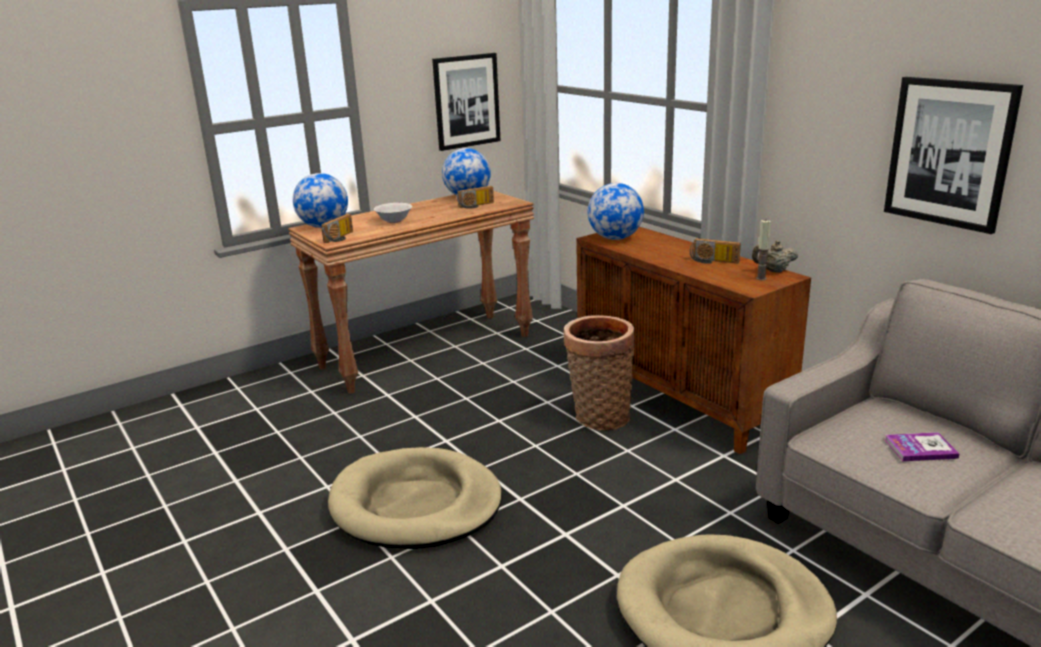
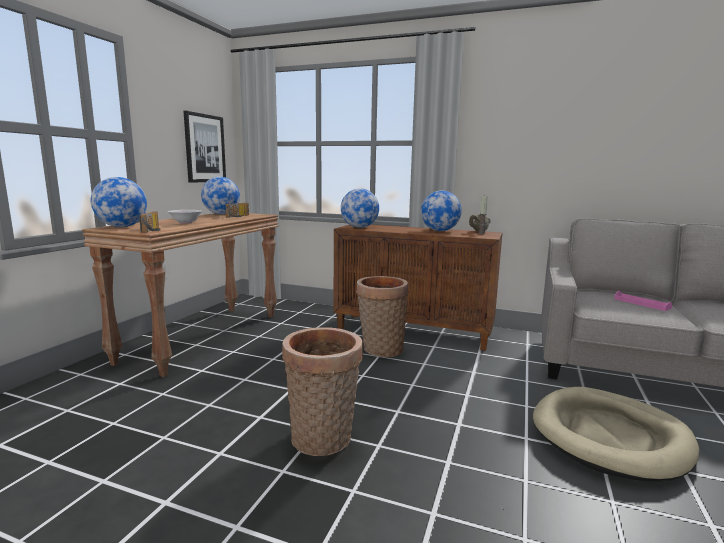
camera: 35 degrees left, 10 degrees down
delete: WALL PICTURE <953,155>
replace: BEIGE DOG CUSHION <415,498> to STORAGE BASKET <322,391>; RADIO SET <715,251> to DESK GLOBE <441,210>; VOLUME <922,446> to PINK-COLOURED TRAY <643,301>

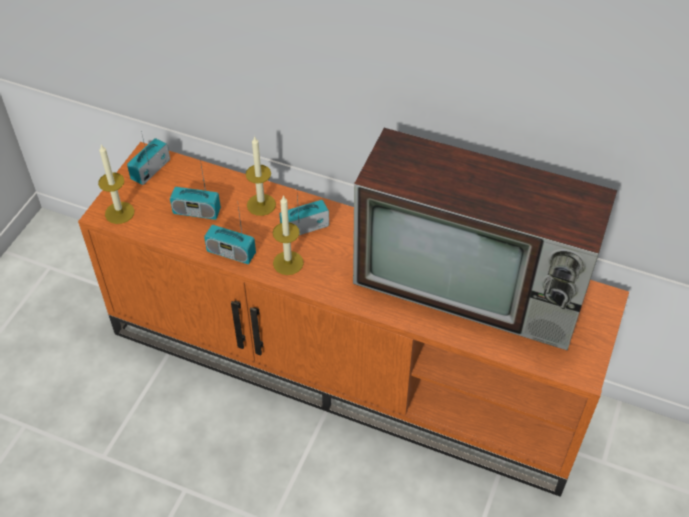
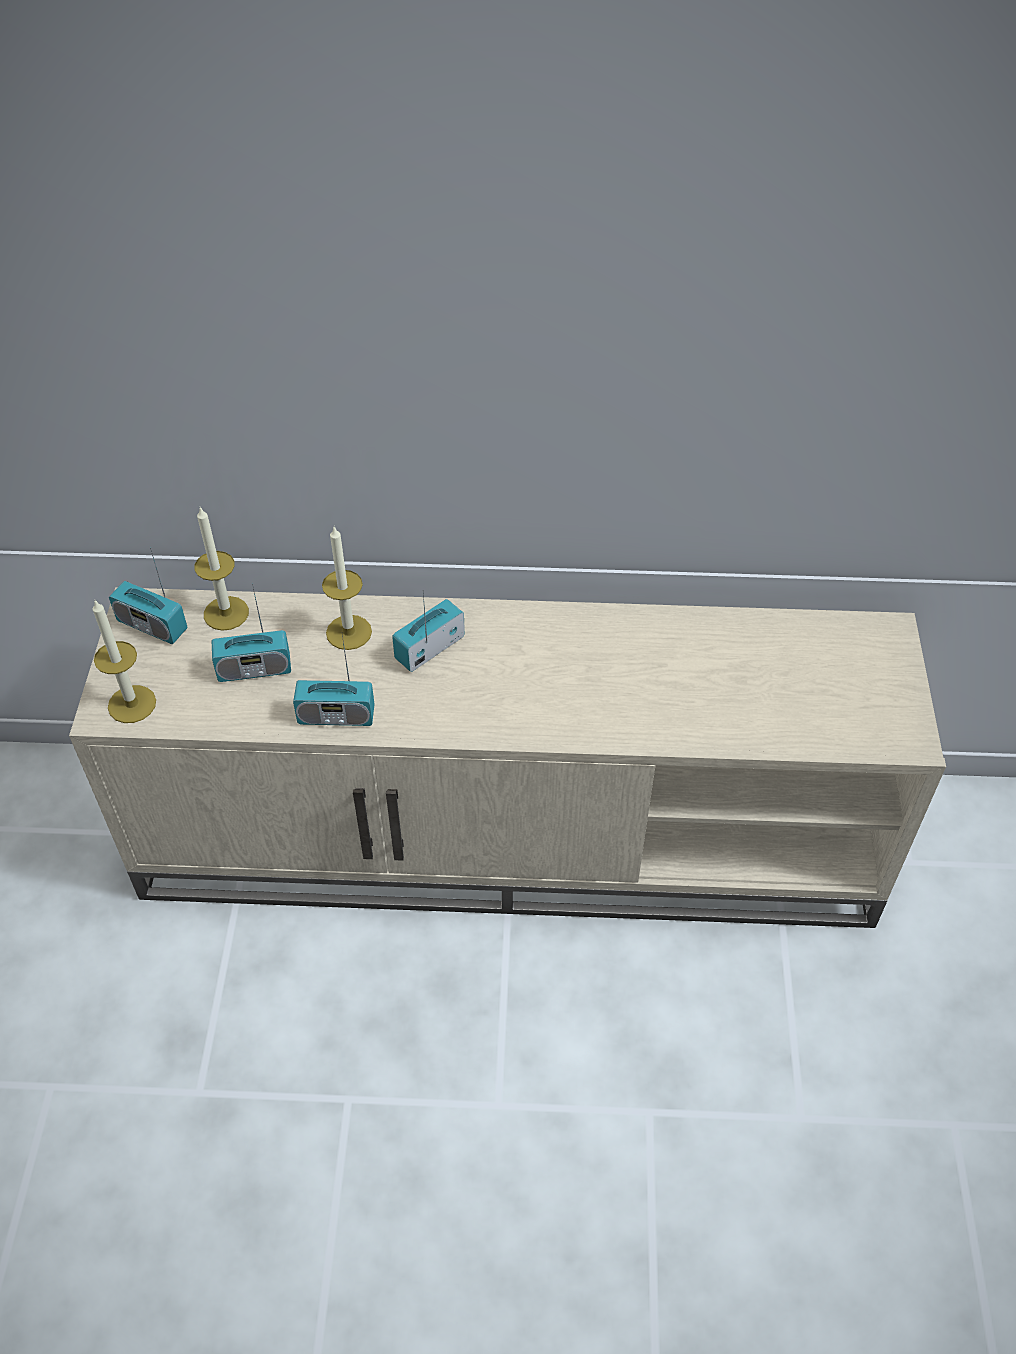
camera: 20 degrees left, 0 degrees up
delete: TV SET <485,239>
move: CANDLE <288,235> to <222,569>
recolor: ORANGEY TV UNIT <353,319> to BEIGE TV UNIT <507,757>
rotate: RADIO SET <148,158> = <148,595> 75 degrees counterclockwise

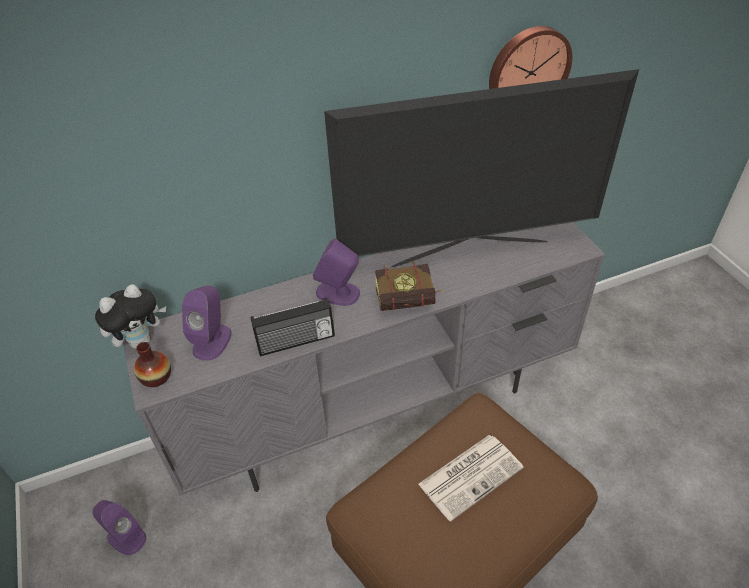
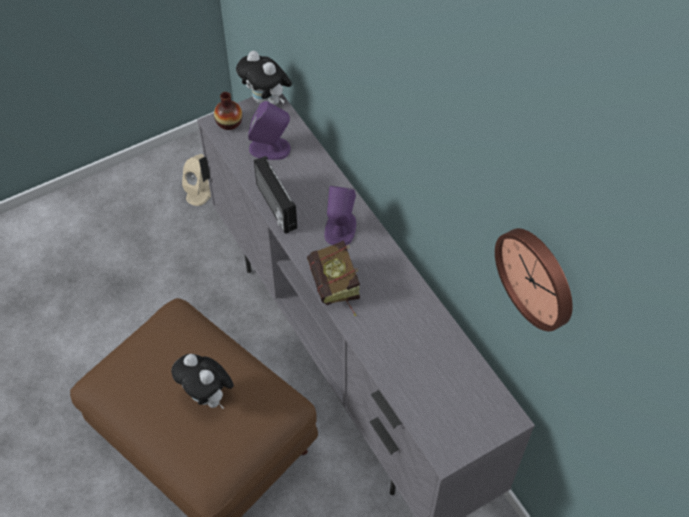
camera: 80 degrees right, 10 degrees up
delete: TV SET <481,168>
replace: NEWSPAPER <471,478> to SOFT TOY <202,381>
recolor: PURPLE-COLOURED AUDIO SPEAKER <119,527> to BEIGE AUDIO SPEAKER <196,180>

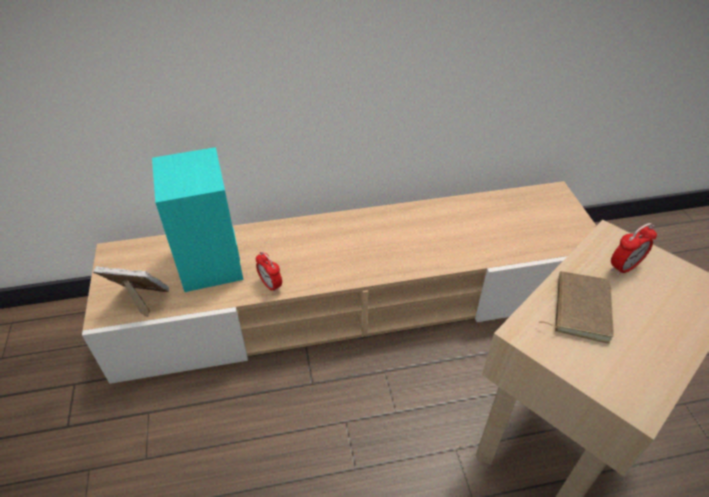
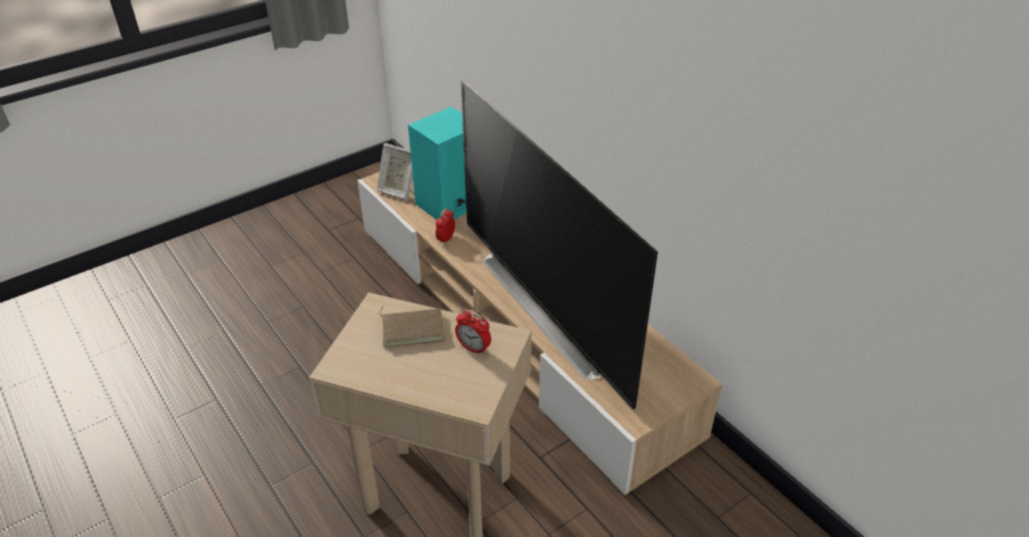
camera: 65 degrees right, 5 degrees down
insert: TV SET <559,244>
rotate: STANDING FRAME <131,291> = <395,171> 135 degrees clockwise

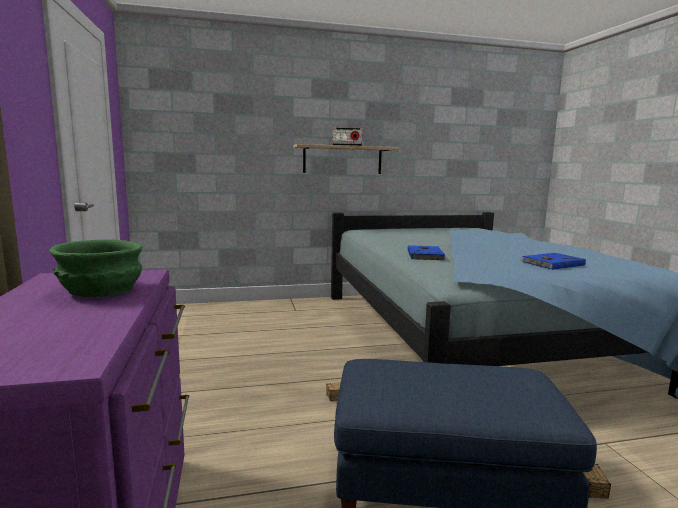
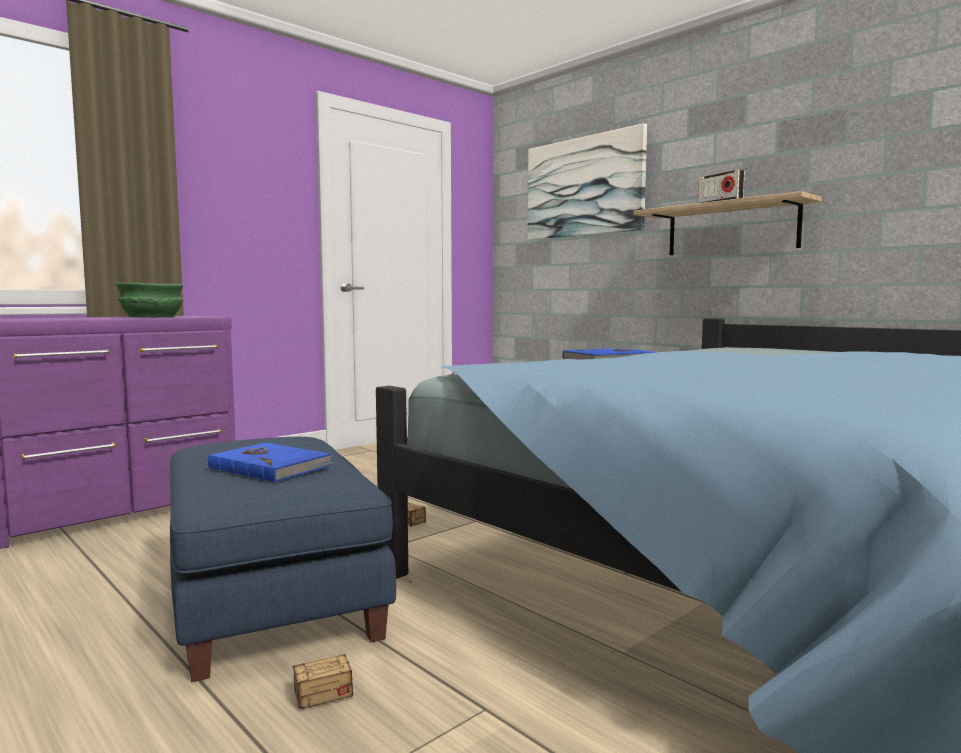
camera: 60 degrees right, 5 degrees down
insert: WALL PICTURE <587,181>
move: BLUISH VOLUME <553,261> to <270,462>

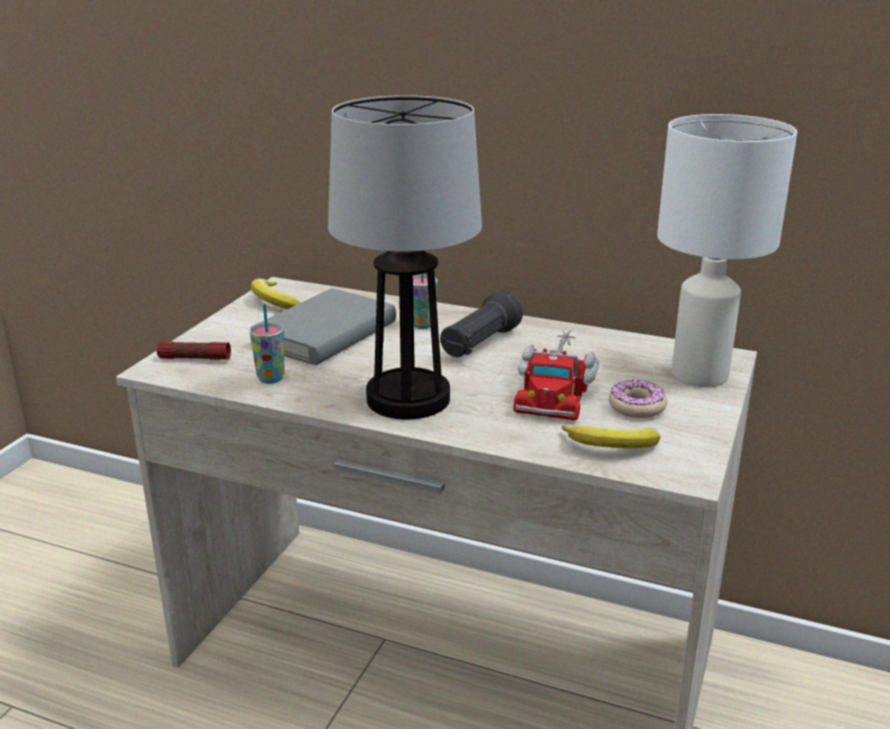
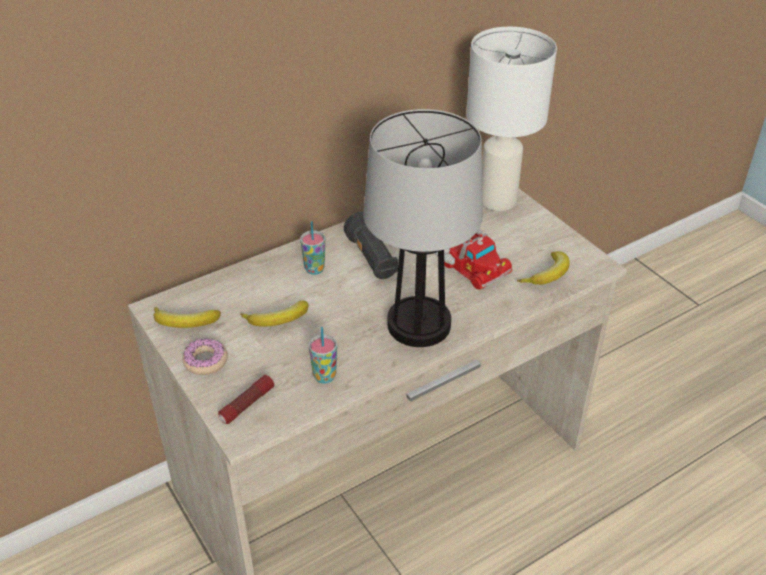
camera: 55 degrees left, 15 degrees up
move: RING DOUGHNUT <638,399> to <205,356>
replace: GREY VOLUME <323,326> to WHOLE BANANA <274,313>

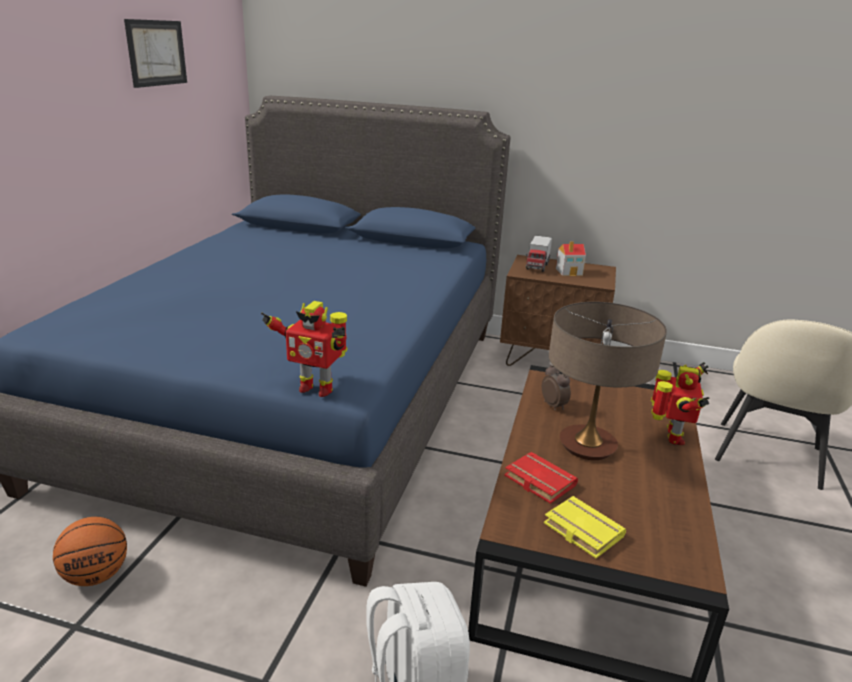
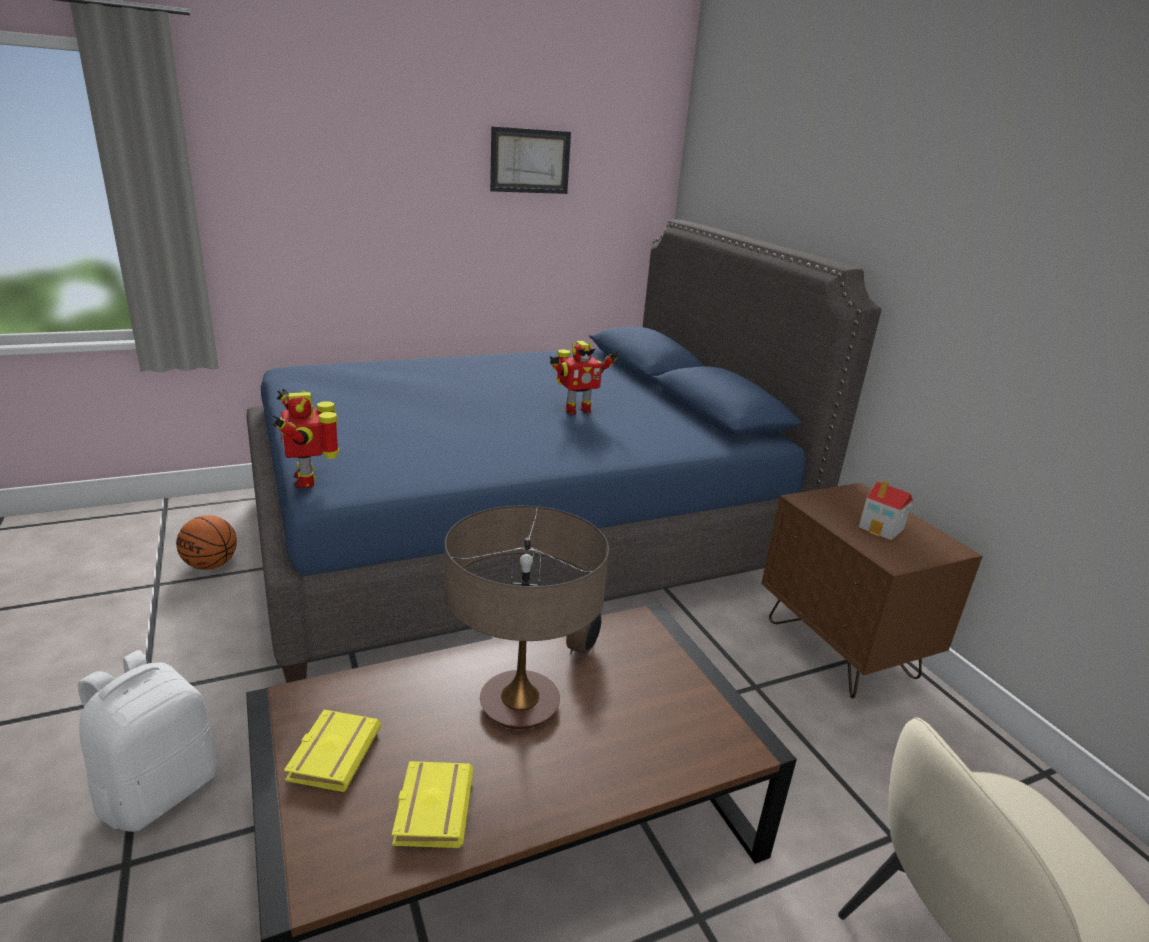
camera: 50 degrees right, 0 degrees up
delete: RED VOLUME <541,478>; TOY LORRY <539,253>
insert: YELLOW VOLUME <433,804>
move: ROBOT FIGURE <680,403> to <584,378>

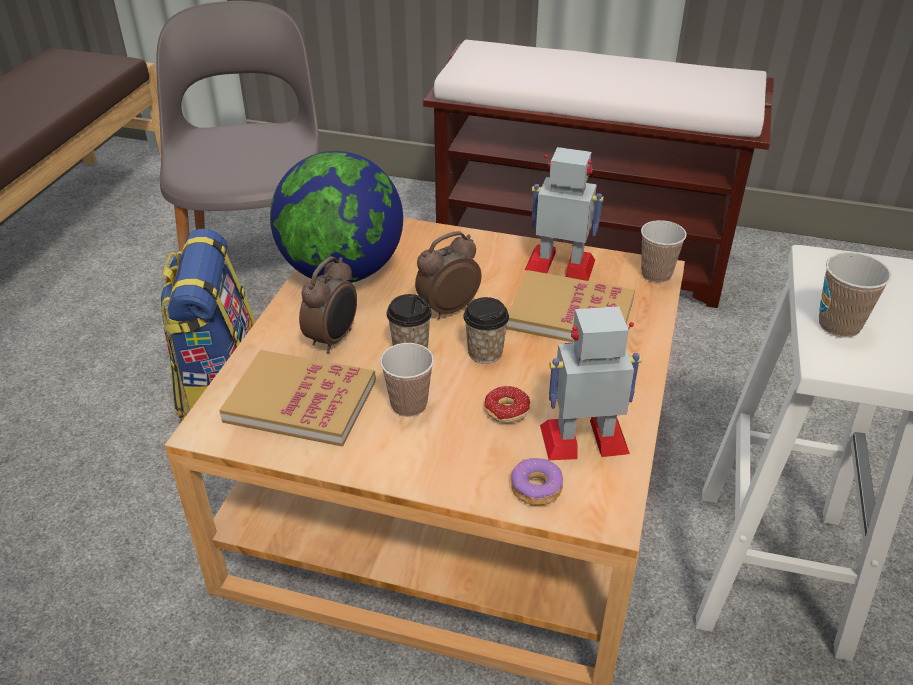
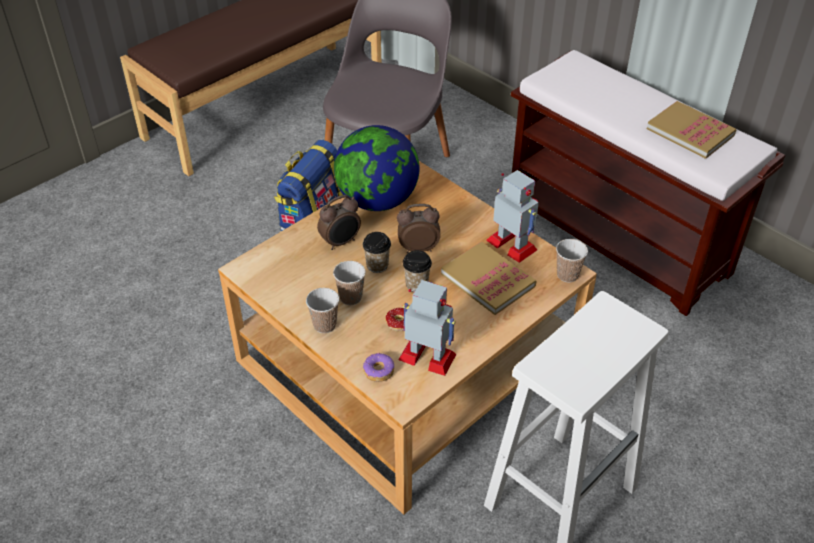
camera: 30 degrees right, 5 degrees up
move: VOLUME <297,398> to <692,130>; DRINKING CUP <855,295> to <322,310>

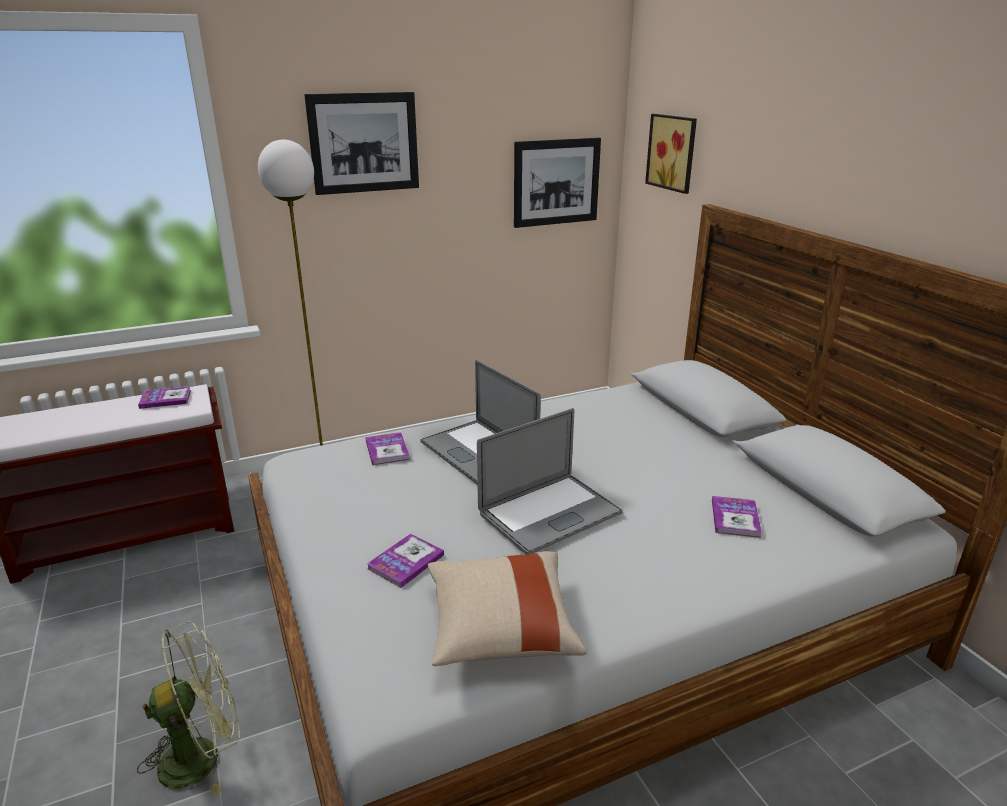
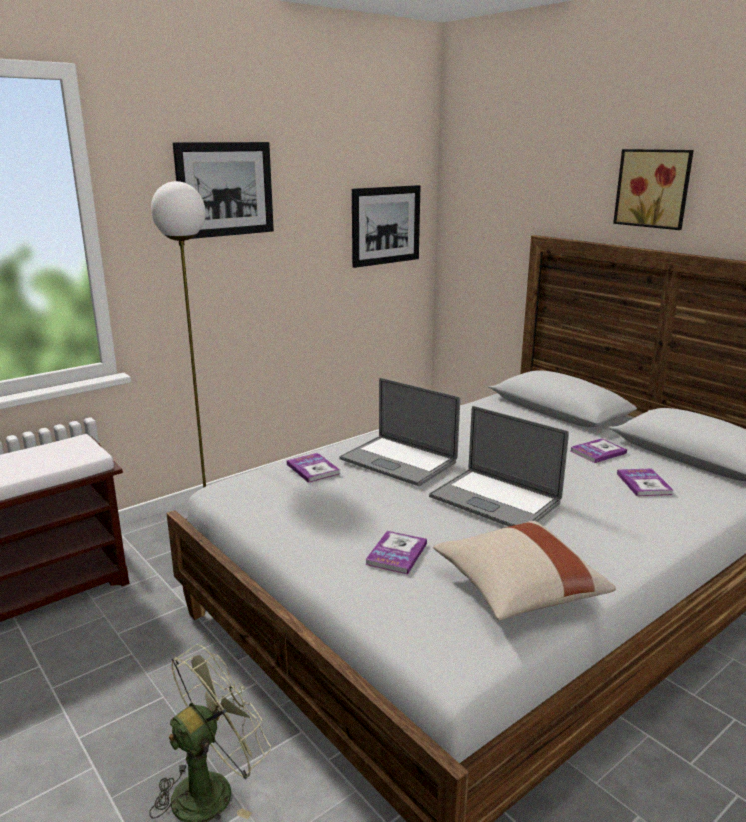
camera: 15 degrees left, 5 degrees down
move: VOLUME <164,397> to <599,450>; WALL PICTURE <671,154> to <653,189>
rotate: LAPTOP <550,481> = <499,466> 90 degrees clockwise

